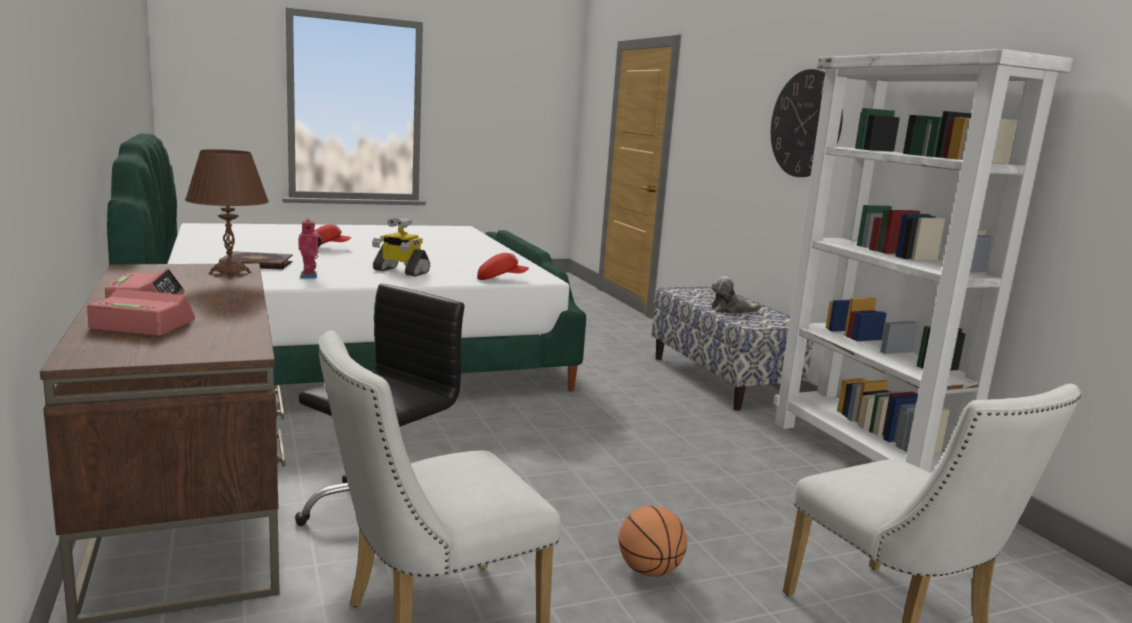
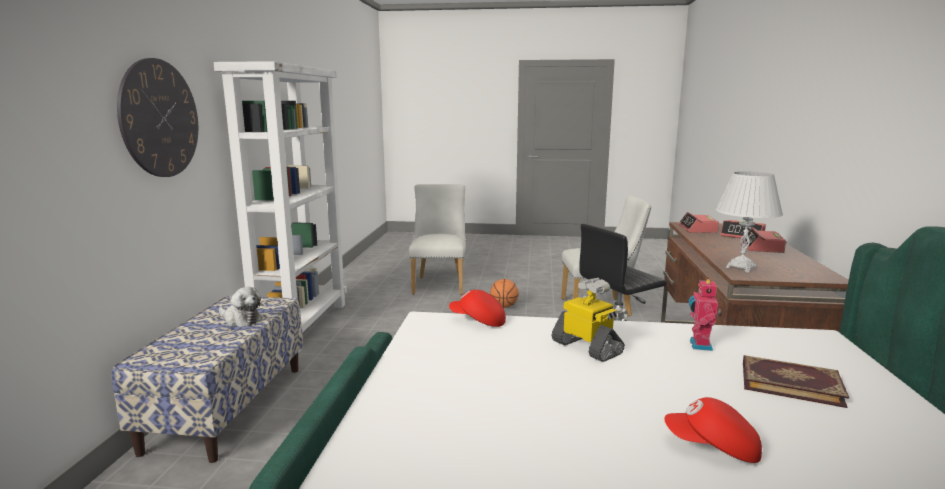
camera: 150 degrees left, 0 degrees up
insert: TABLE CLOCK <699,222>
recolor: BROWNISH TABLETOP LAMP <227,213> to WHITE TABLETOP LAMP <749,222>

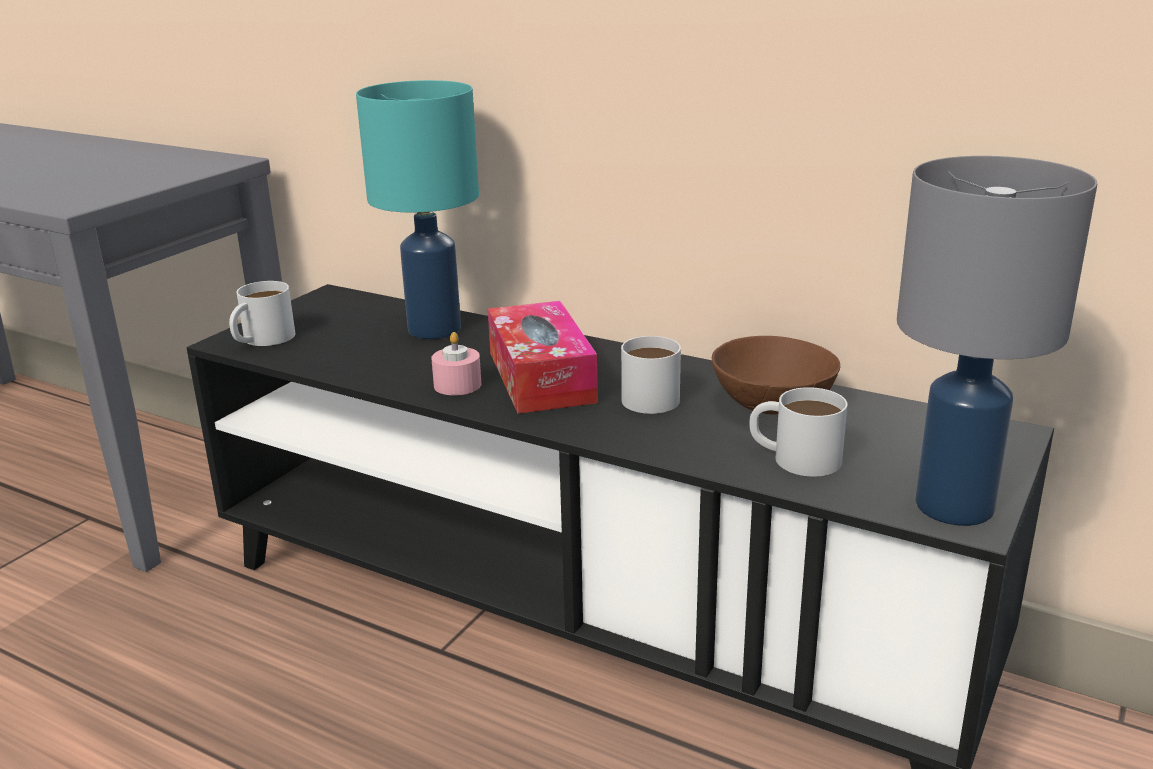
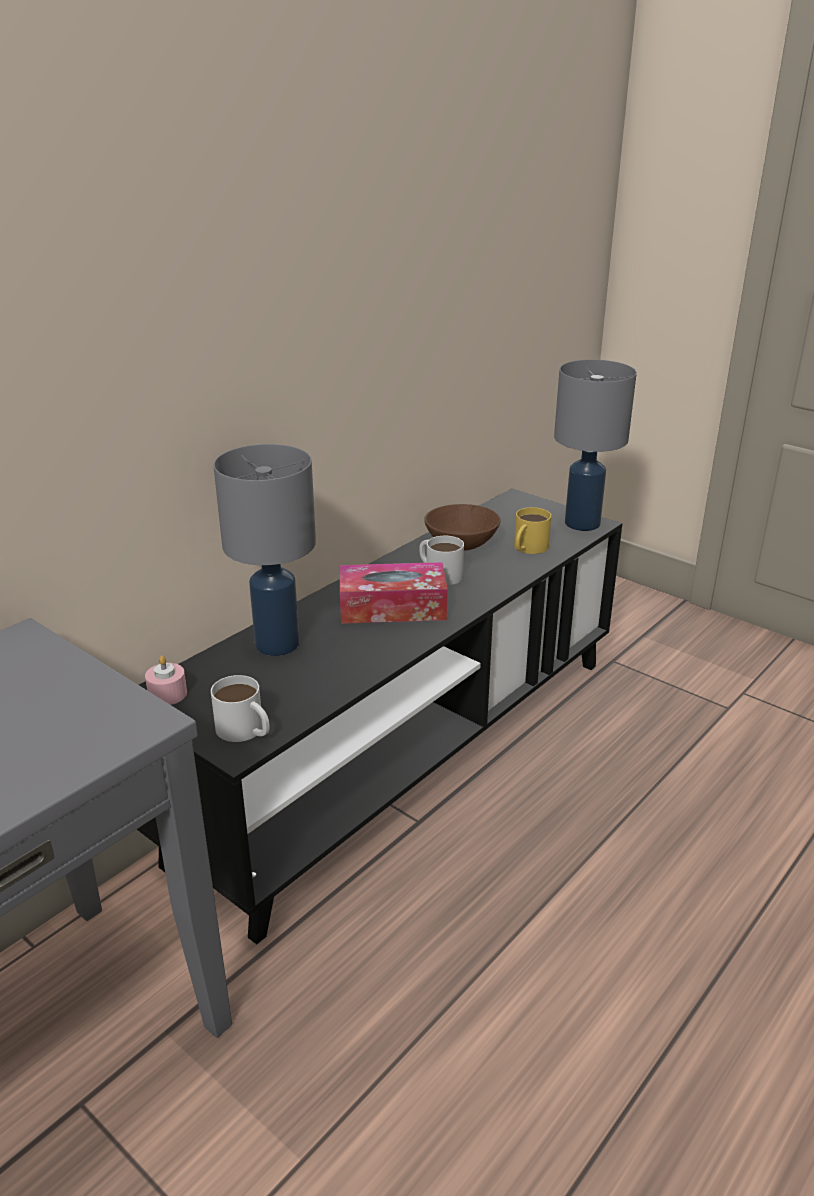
camera: 80 degrees left, 5 degrees up
move: PINK-COLOURED CANDLE <456,363> to <166,680>
recolor: TURQUOISE-COLOURED TABLETOP LAMP <417,209> to GREY TABLETOP LAMP <264,550>; WHITE TEA MUG <799,431> to YELLOW TEA MUG <532,530>

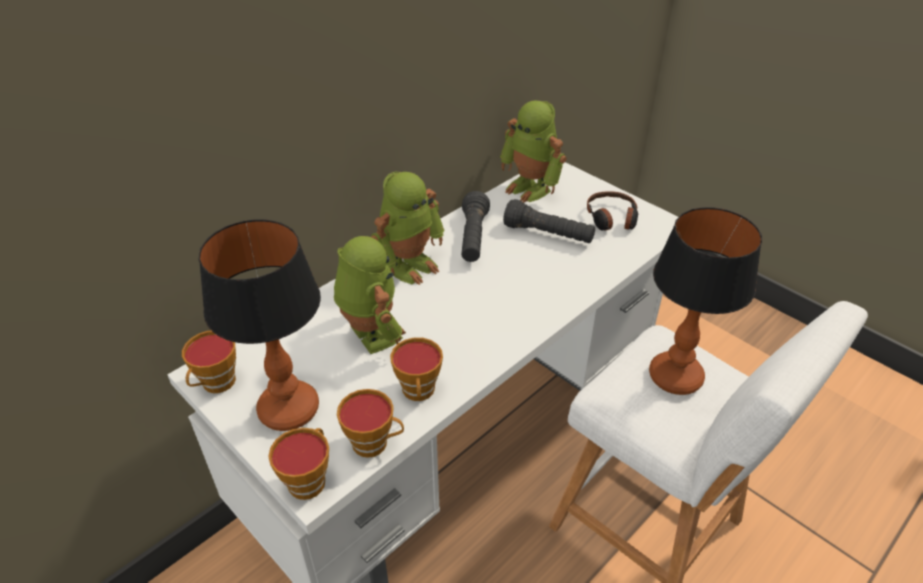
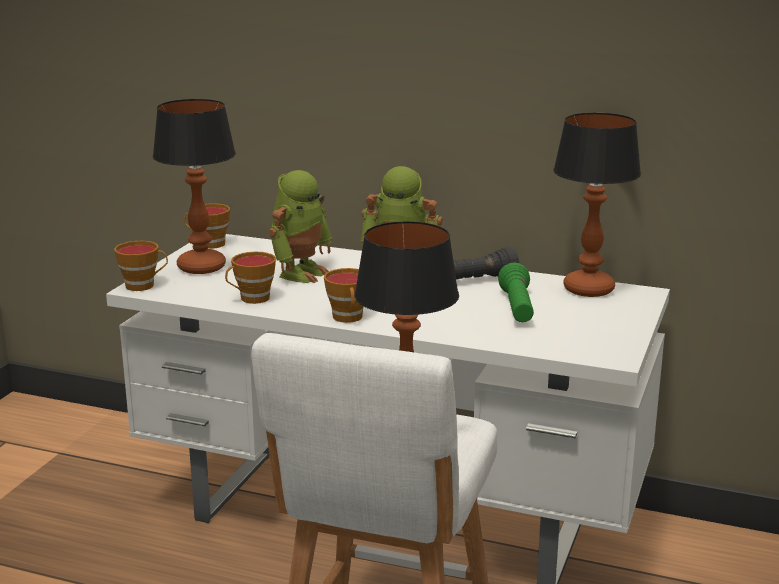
camera: 65 degrees right, 20 degrees down
delete: HEADSET <612,211>
move: DRINKING CUP <370,423> to <343,295>
replace: ROBOT FIGURE <533,152> to TABLETOP LAMP <597,205>
recolor: BLACK FLASHLIGHT <549,221> to GREEN-COLOURED FLASHLIGHT <516,292>

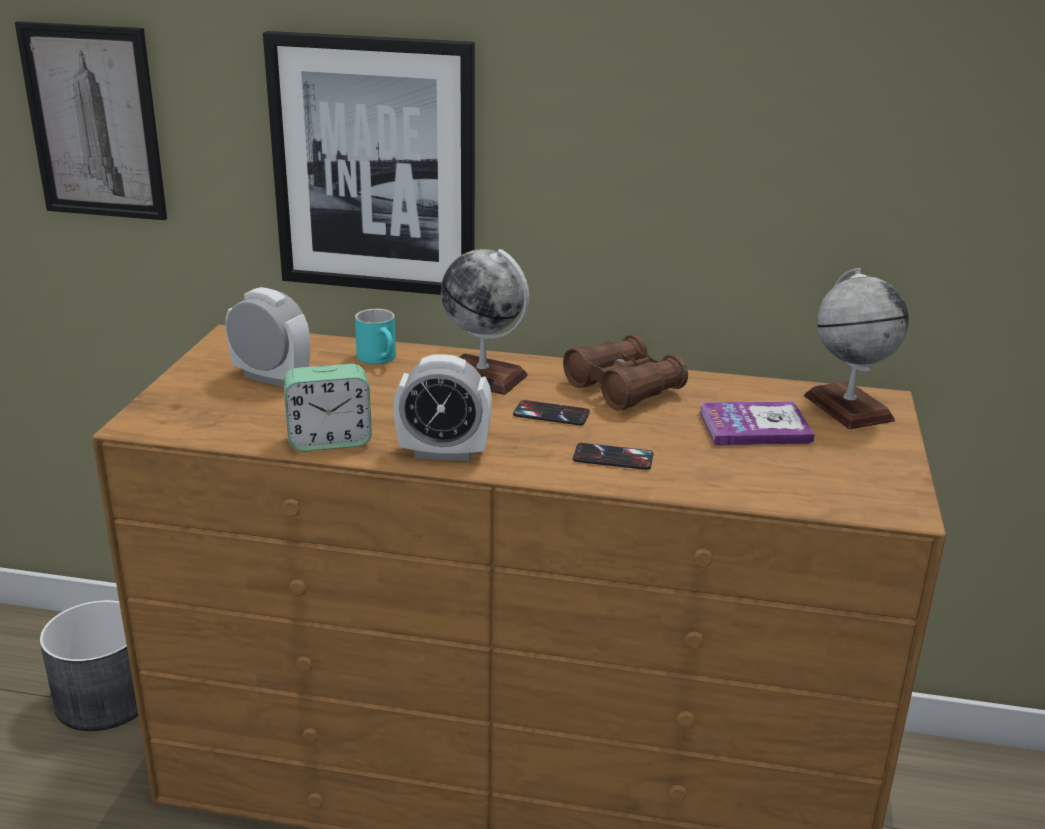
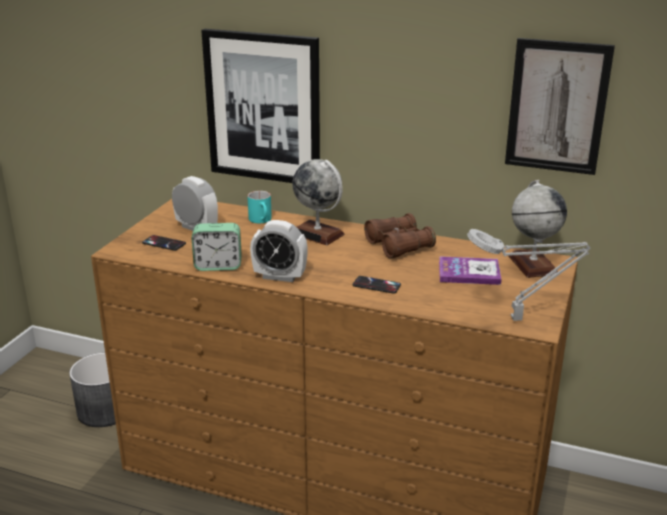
camera: 10 degrees right, 0 degrees up
insert: GREY TABLETOP LAMP <529,275>
move: WALL PICTURE <91,120> to <560,106>; TELEPHONE <551,412> to <164,243>

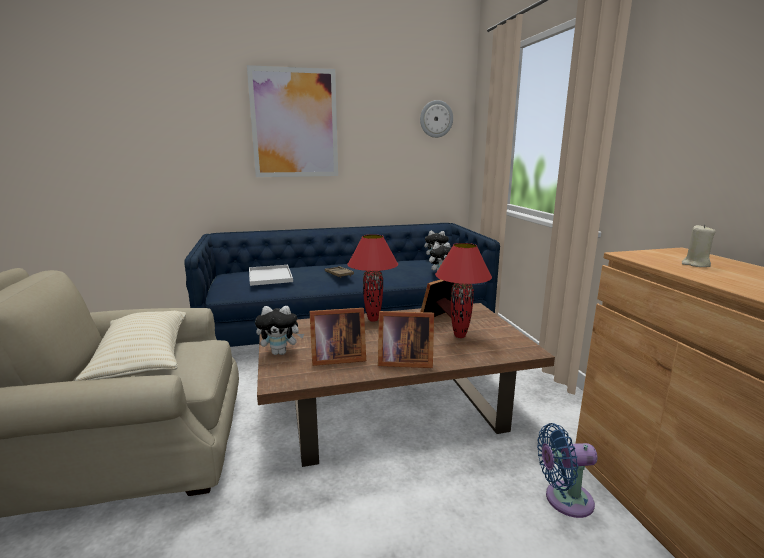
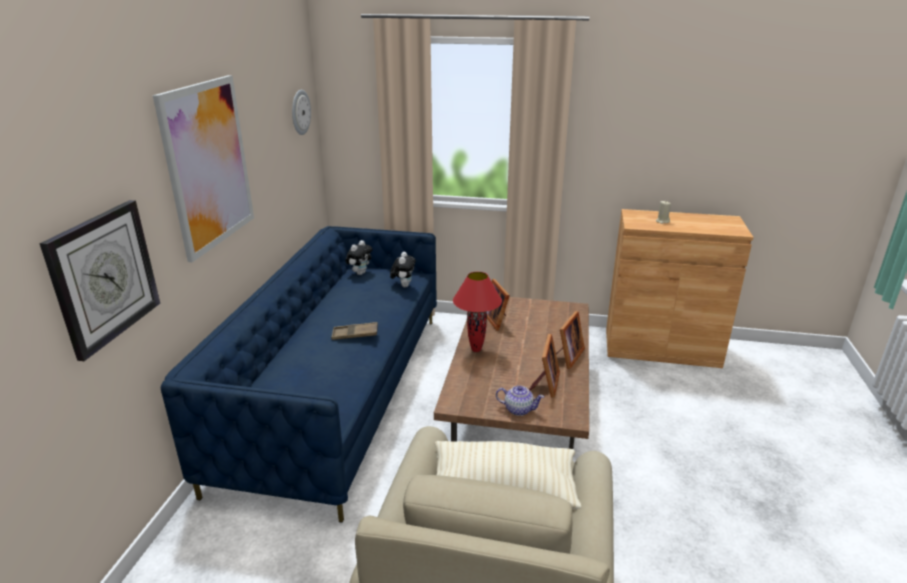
camera: 65 degrees left, 10 degrees up
delete: WHITE TRAY <271,275>; RED TABLETOP LAMP <463,290>; BLUISH ELECTRIC FAN <567,470>
insert: WALL CLOCK <99,280>
replace: SOFT TOY <279,330> to POT FOR TEA <520,401>

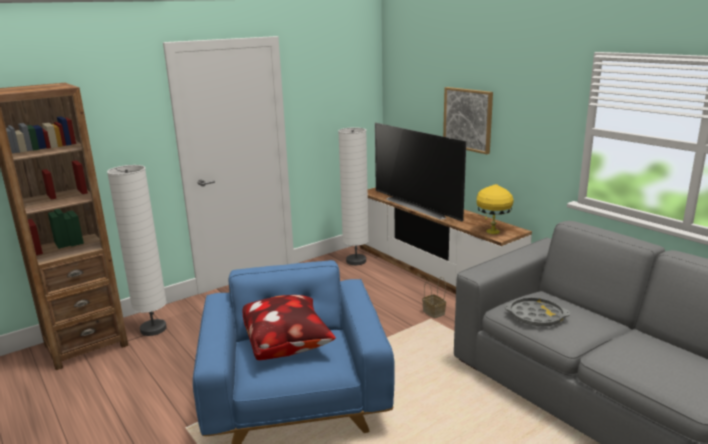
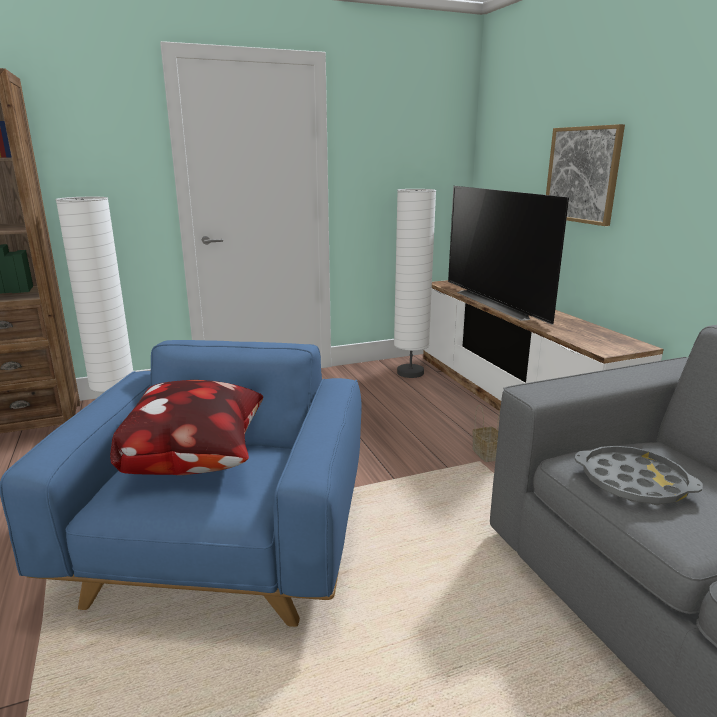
camera: 15 degrees right, 0 degrees up
delete: YELLOW TABLETOP LAMP <495,209>

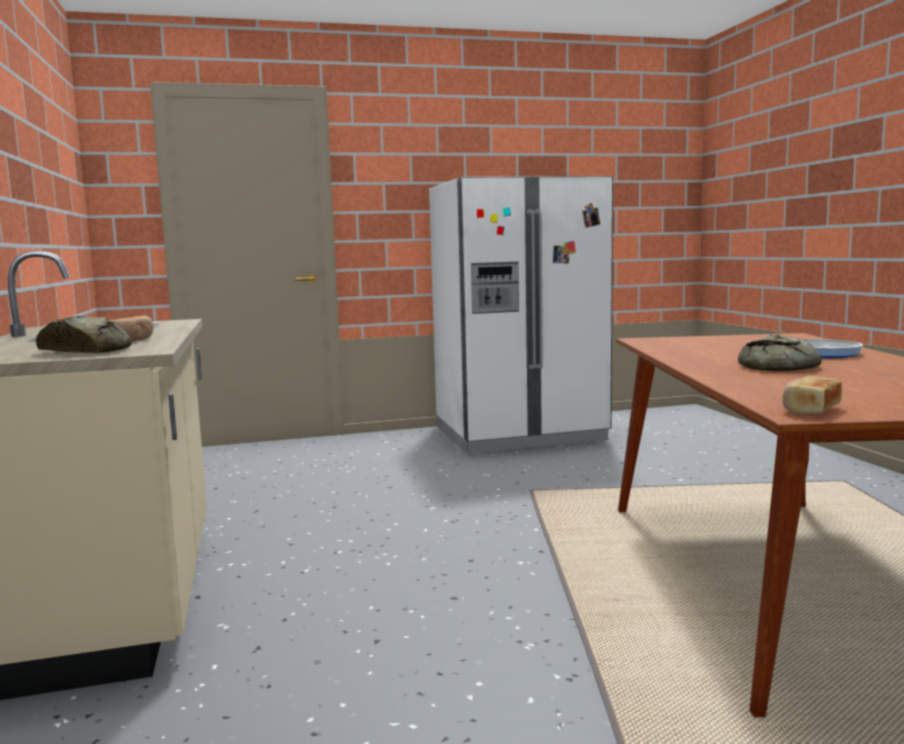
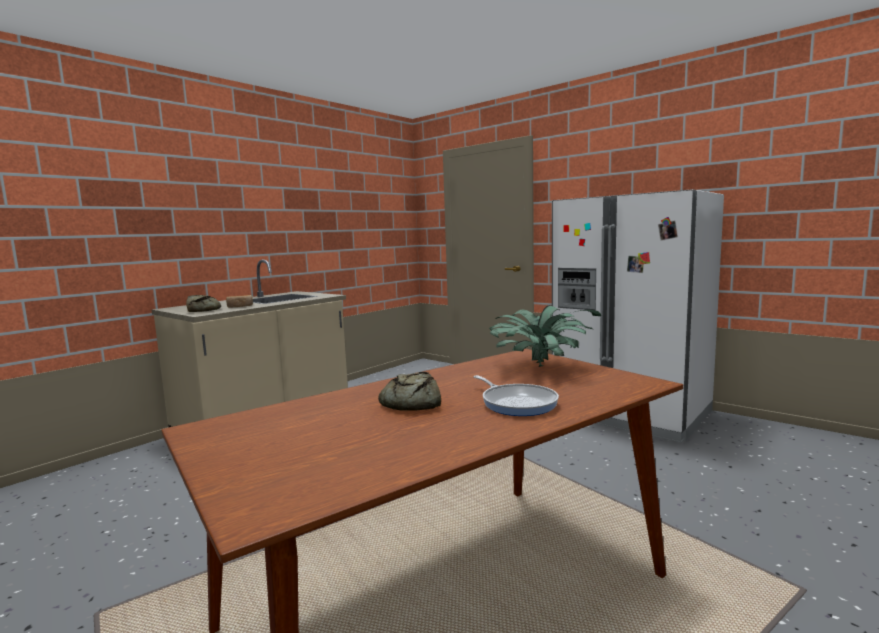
camera: 55 degrees right, 0 degrees up
delete: BAKERY BREAD <812,395>
insert: HOUSEPLANT <545,336>

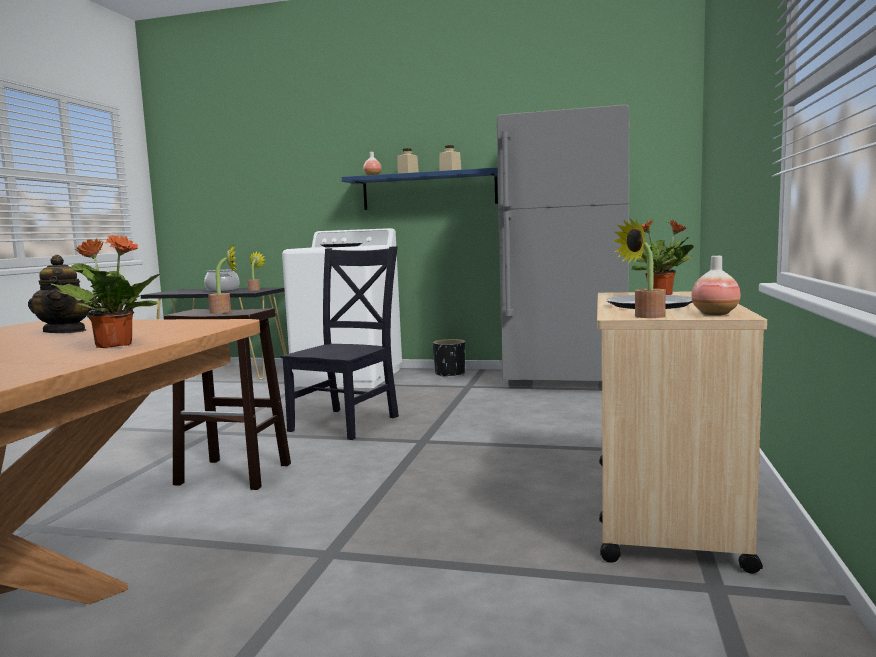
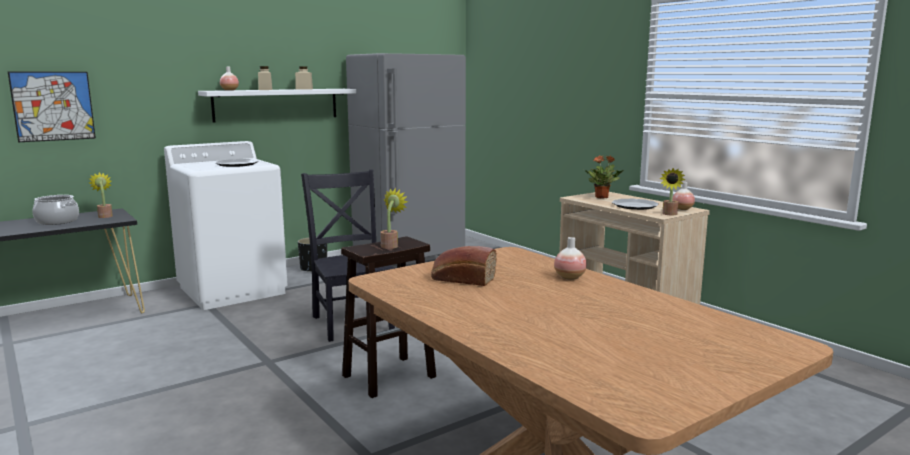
camera: 50 degrees left, 5 degrees up
insert: WALL PICTURE <52,107>
replace: POT FOR TEA <60,294> to BAKERY BREAD <464,266>; HOUSEPLANT <105,291> to DECORATIVE VASE <570,258>
recolor: BLUISH WALL SHELF <420,188> to WHITE WALL SHELF <277,105>

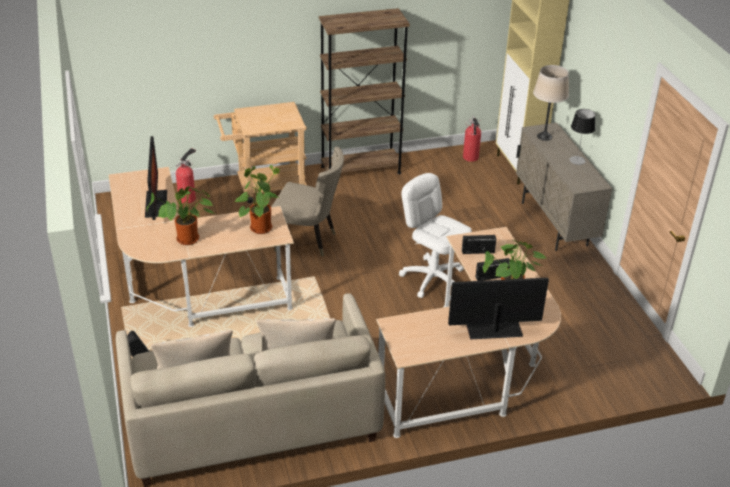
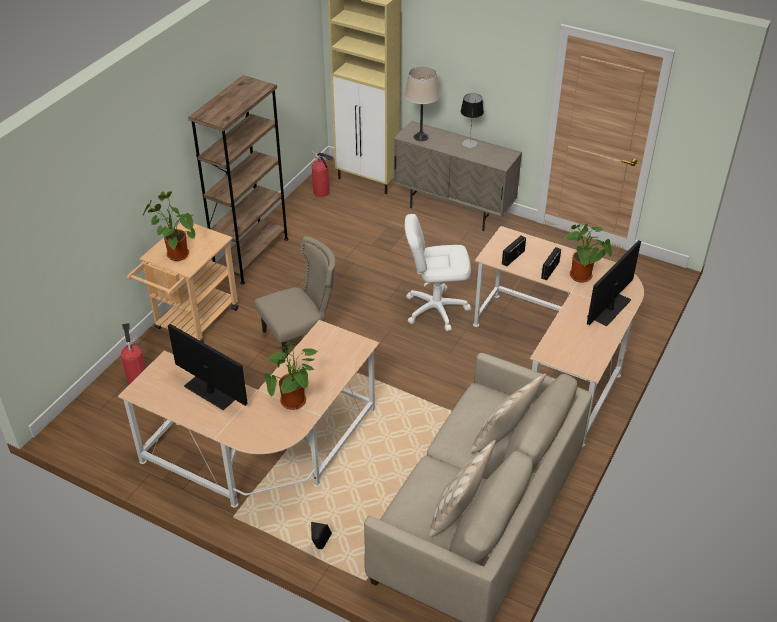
camera: 45 degrees left, 5 degrees up
move: HOUSEPLANT <257,199> to <169,226>

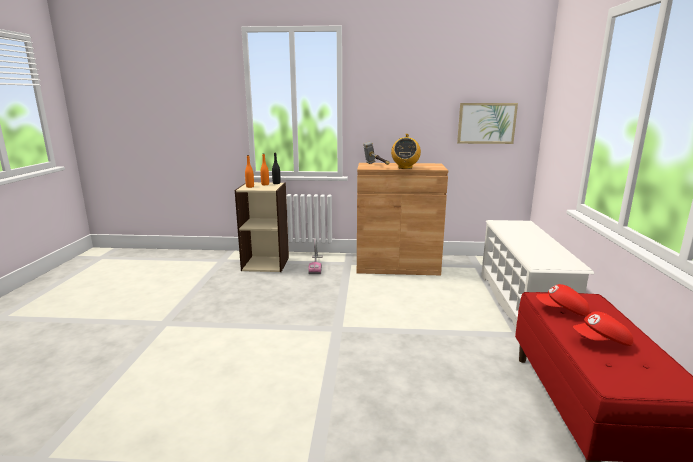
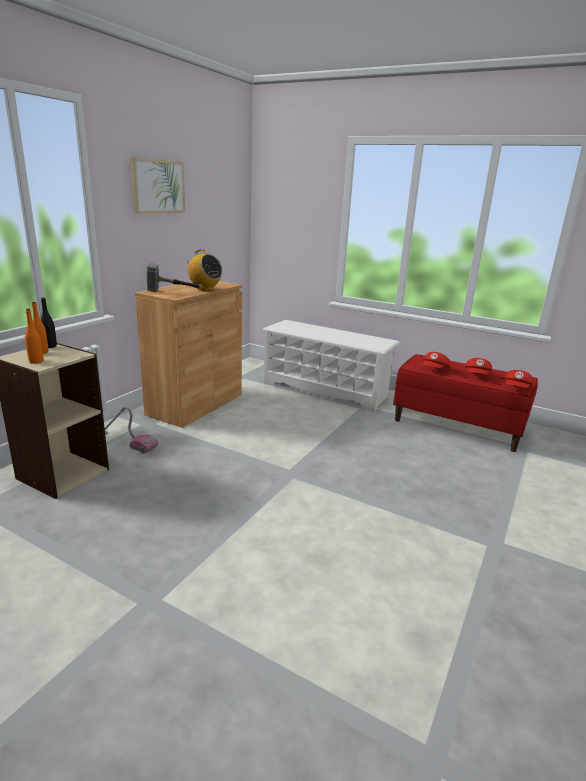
camera: 65 degrees left, 5 degrees up
insert: RED BASEBALL CAP <519,379>
move: WALL PICTURE <487,123> to <157,185>

